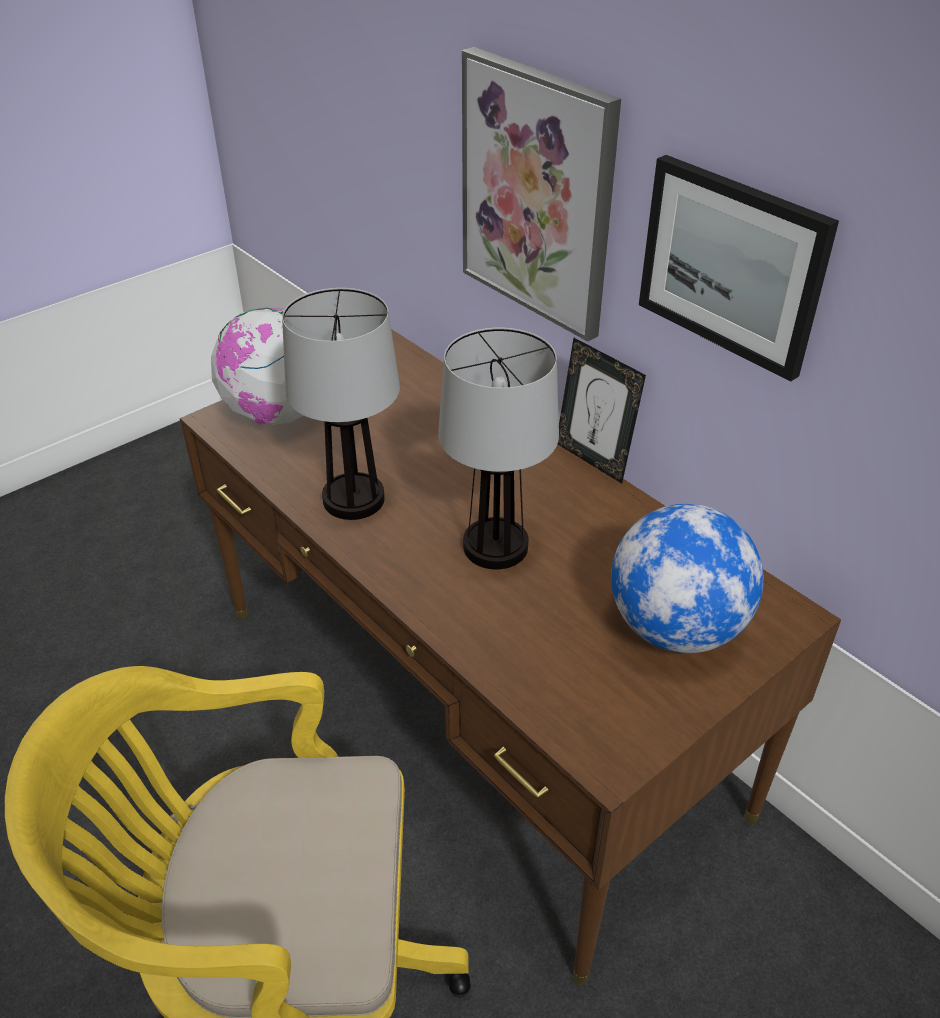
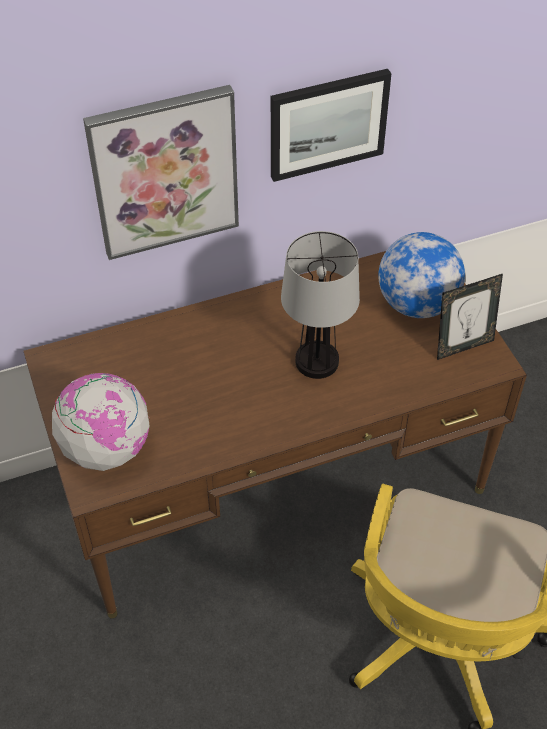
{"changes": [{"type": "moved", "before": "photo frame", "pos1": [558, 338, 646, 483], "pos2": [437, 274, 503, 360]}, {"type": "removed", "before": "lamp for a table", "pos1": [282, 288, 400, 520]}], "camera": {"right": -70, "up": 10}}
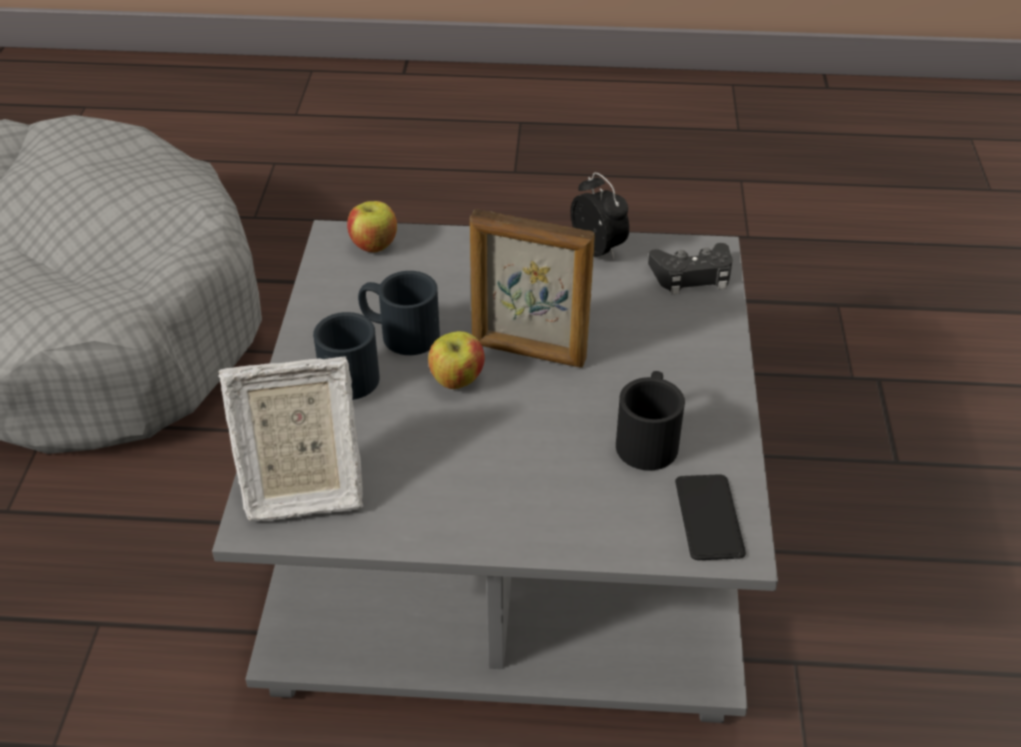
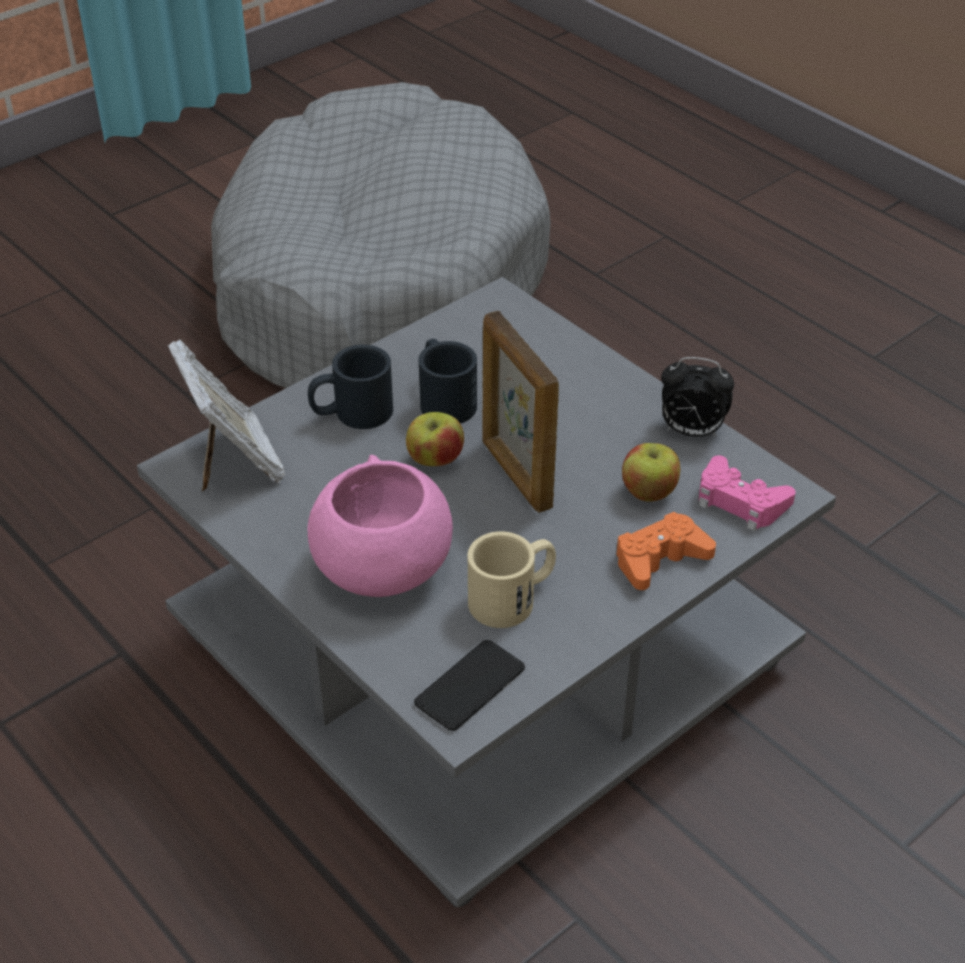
{"changes": [{"type": "turned", "before": "photo frame", "pos1": [218, 356, 363, 521], "pos2": [167, 339, 285, 492], "turn": -150}, {"type": "added", "after": "pinkish bowl", "pos2": [307, 455, 453, 597]}, {"type": "recoloured", "before": "black tea mug", "after": "beige tea mug", "pos1": [616, 371, 685, 471], "pos2": [467, 531, 556, 628]}, {"type": "added", "after": "orange-coloured joypad", "pos2": [616, 512, 716, 590]}, {"type": "moved", "before": "apple fruit", "pos1": [347, 201, 397, 252], "pos2": [622, 443, 680, 501]}, {"type": "turned", "before": "table clock", "pos1": [571, 172, 629, 260], "pos2": [661, 357, 734, 437], "turn": 90}, {"type": "recoloured", "before": "black joypad", "after": "pinkish joypad", "pos1": [648, 243, 733, 294], "pos2": [698, 455, 796, 531]}], "camera": {"right": 45, "up": 0}}
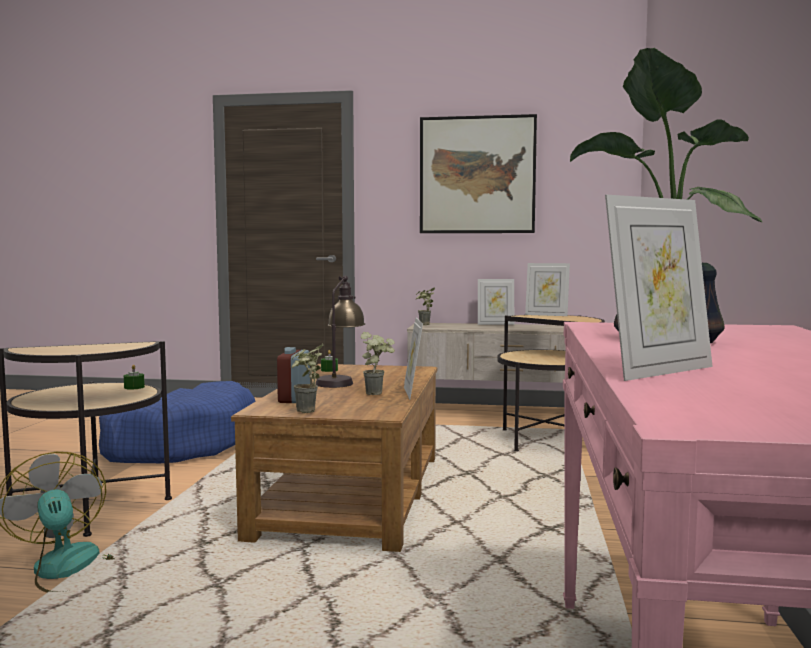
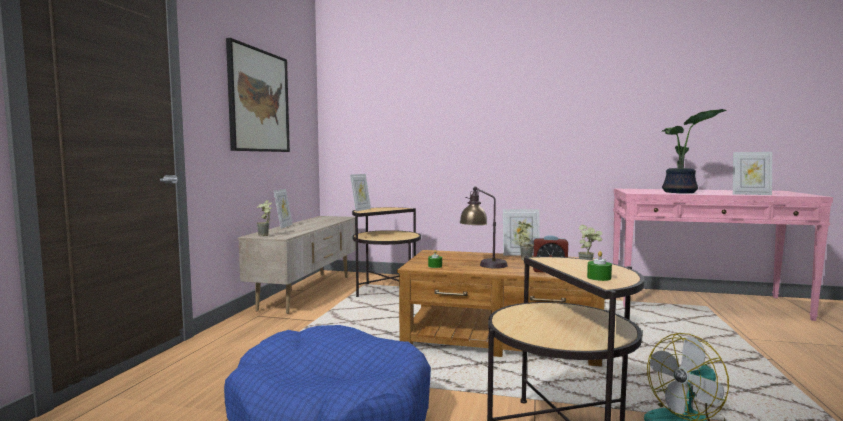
{"changes": [{"type": "moved", "before": "green-coloured wax light", "pos1": [124, 365, 145, 390], "pos2": [587, 251, 612, 281]}, {"type": "turned", "before": "photo frame", "pos1": [605, 195, 713, 381], "pos2": [733, 152, 772, 195], "turn": 135}], "camera": {"right": -85, "up": 0}}
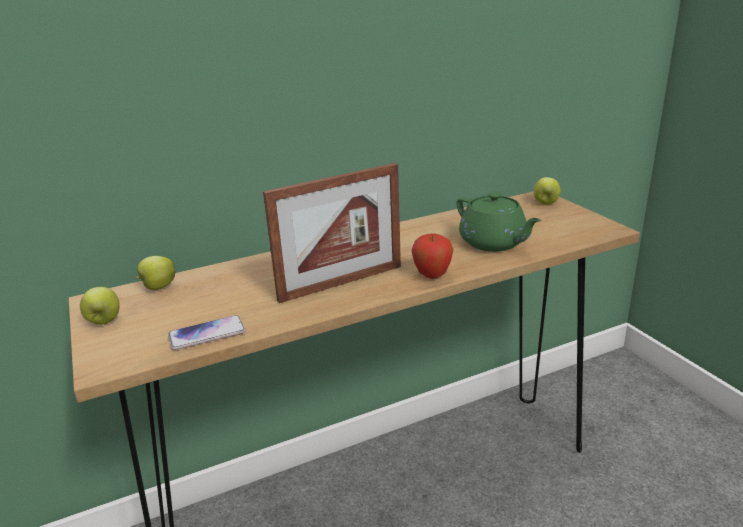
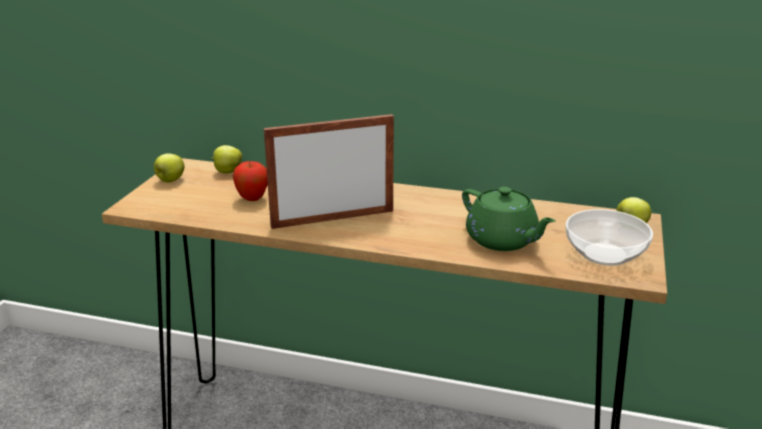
{"changes": [{"type": "moved", "before": "apple fruit", "pos1": [411, 233, 453, 279], "pos2": [233, 161, 268, 201]}, {"type": "turned", "before": "photo frame", "pos1": [263, 163, 401, 303], "pos2": [264, 114, 394, 229], "turn": 150}, {"type": "turned", "before": "green-coloured tea pot", "pos1": [456, 192, 542, 252], "pos2": [462, 187, 555, 251], "turn": -45}, {"type": "added", "after": "bowl", "pos2": [565, 209, 653, 266]}, {"type": "removed", "before": "handset", "pos1": [168, 315, 246, 350]}], "camera": {"right": 40, "up": 0}}
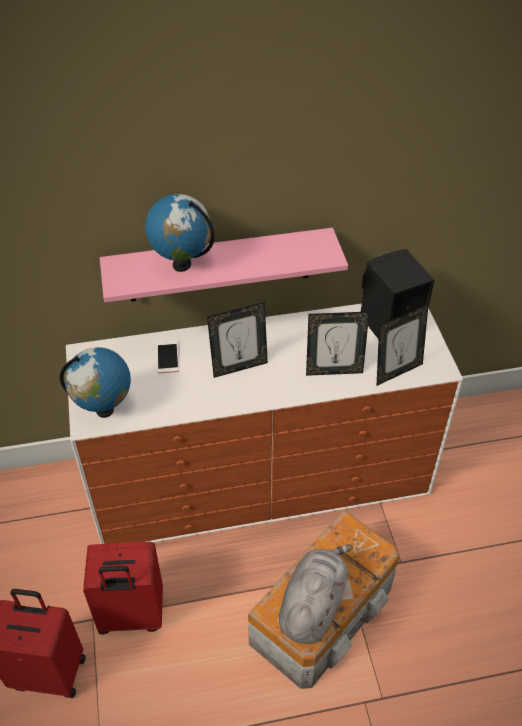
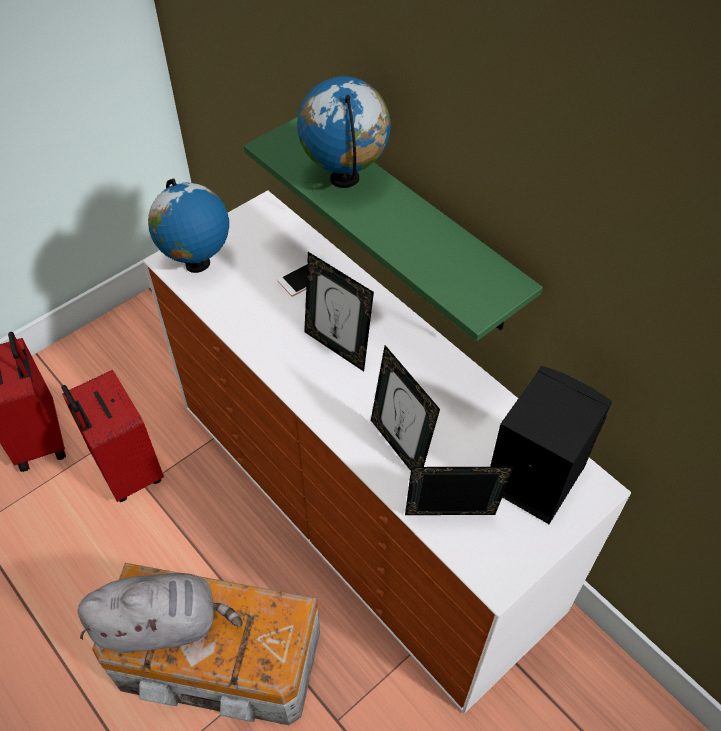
{"changes": [{"type": "recoloured", "before": "pinkish wall shelf", "after": "green-coloured wall shelf", "pos1": [100, 228, 348, 302], "pos2": [244, 117, 543, 341]}, {"type": "turned", "before": "photo frame", "pos1": [376, 304, 429, 386], "pos2": [405, 467, 514, 515], "turn": 150}], "camera": {"right": 60, "up": 5}}
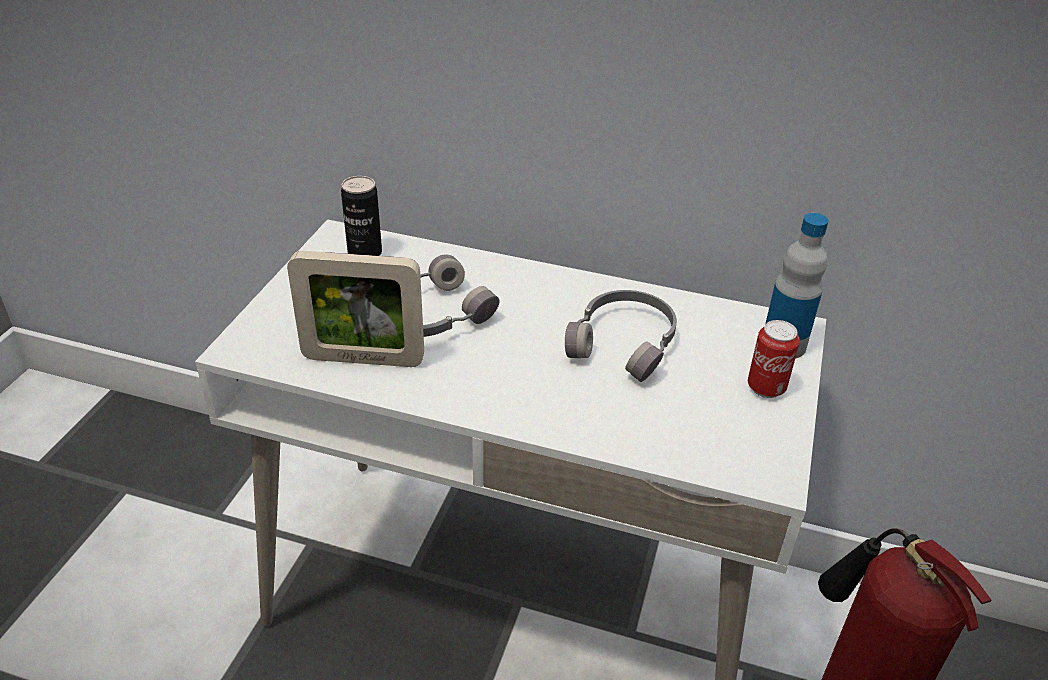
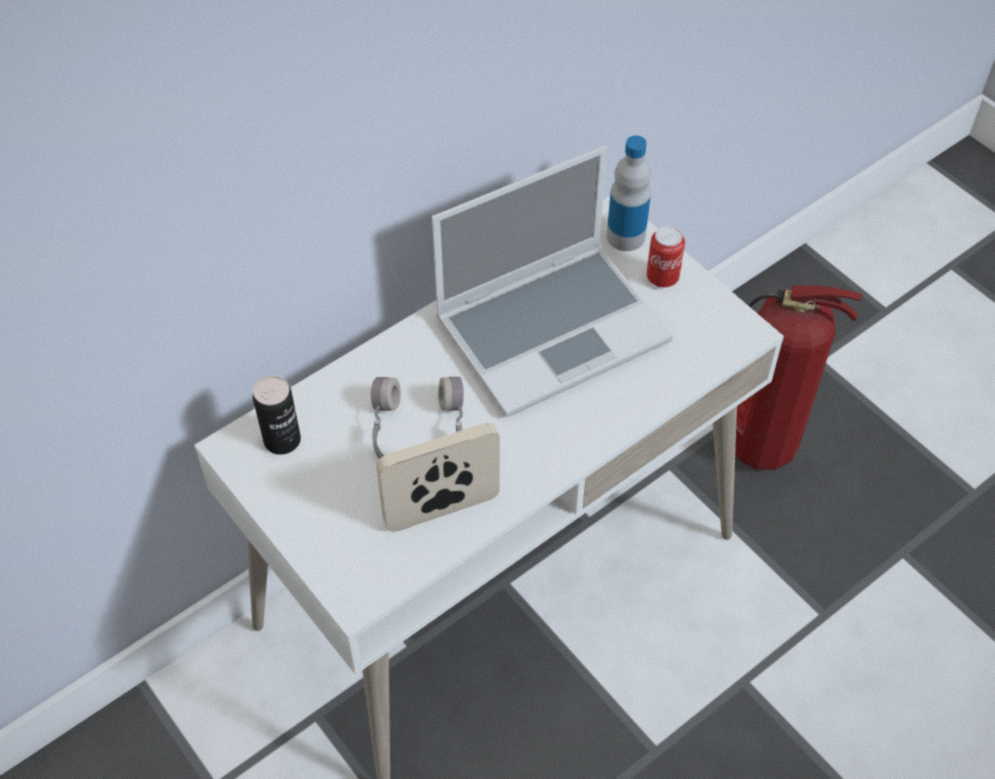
{"changes": [{"type": "turned", "before": "photo frame", "pos1": [287, 251, 424, 367], "pos2": [376, 423, 500, 532], "turn": -150}, {"type": "replaced", "before": "grey headset", "after": "portable computer", "pos1": [565, 290, 677, 382], "pos2": [432, 146, 673, 417]}], "camera": {"right": -55, "up": 15}}
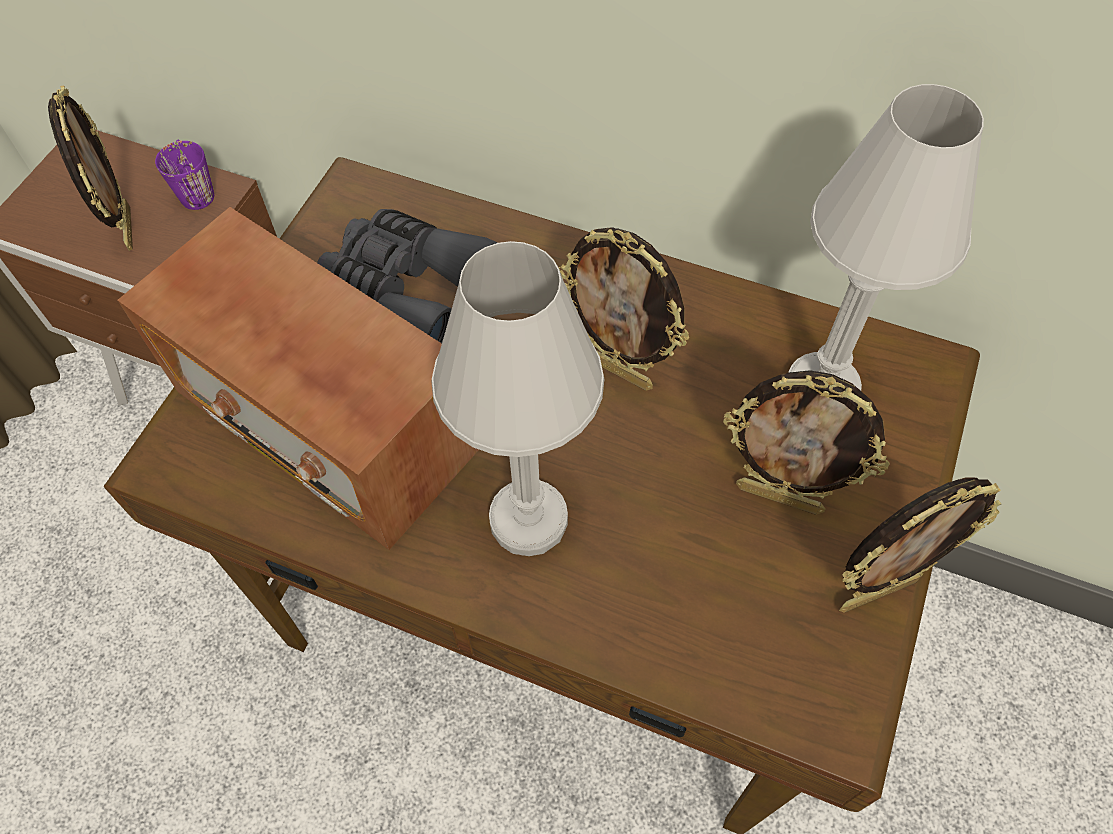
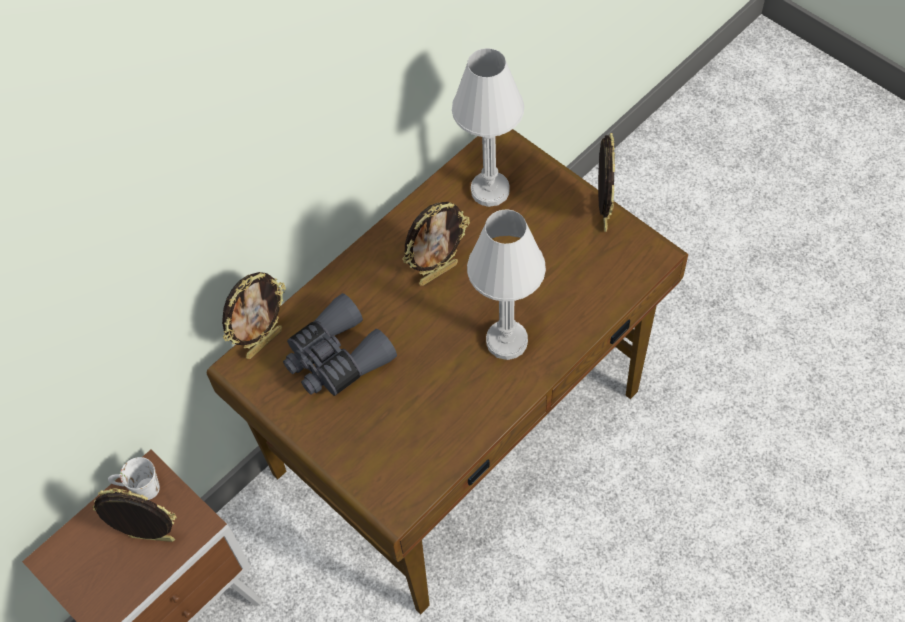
{"changes": [{"type": "recoloured", "before": "purple tea mug", "after": "whitish tea mug", "pos1": [155, 140, 214, 210], "pos2": [108, 457, 160, 500]}, {"type": "moved", "before": "photo frame", "pos1": [723, 370, 890, 515], "pos2": [222, 272, 286, 359]}, {"type": "removed", "before": "radio receiver", "pos1": [117, 207, 479, 550]}], "camera": {"right": -65, "up": 0}}
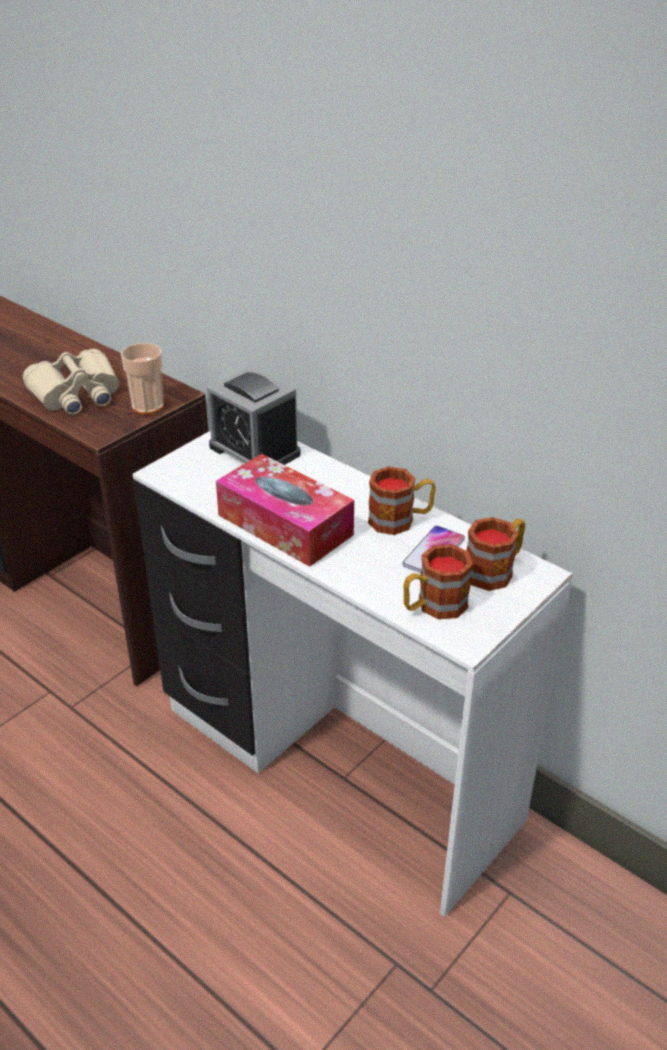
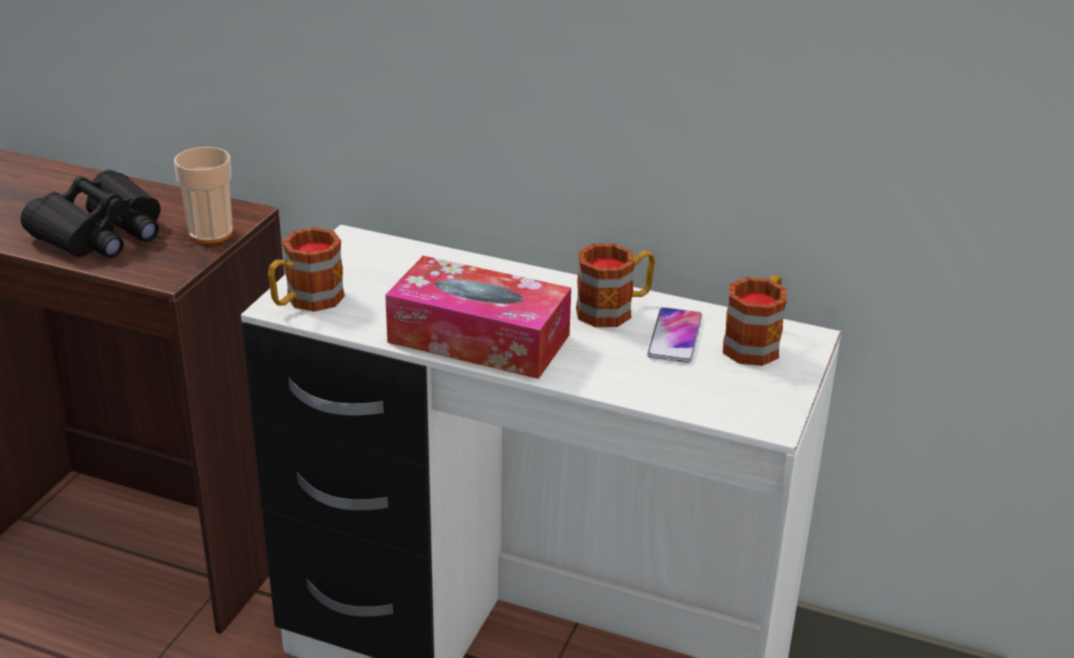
{"changes": [{"type": "recoloured", "before": "beige binoculars", "after": "black binoculars", "pos1": [23, 349, 119, 415], "pos2": [21, 170, 161, 258]}, {"type": "moved", "before": "tea mug", "pos1": [403, 544, 473, 619], "pos2": [268, 227, 345, 312]}, {"type": "removed", "before": "table clock", "pos1": [207, 367, 300, 465]}], "camera": {"right": -20, "up": -5}}
